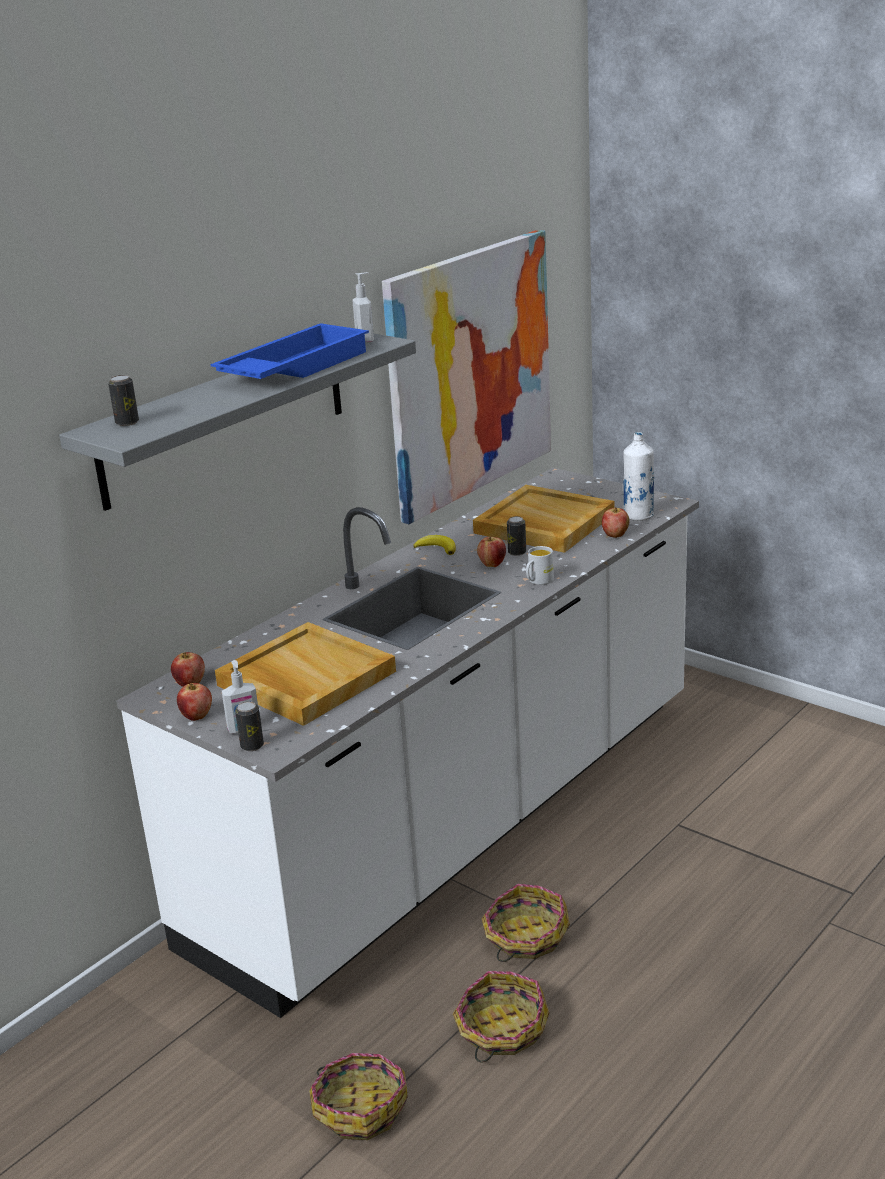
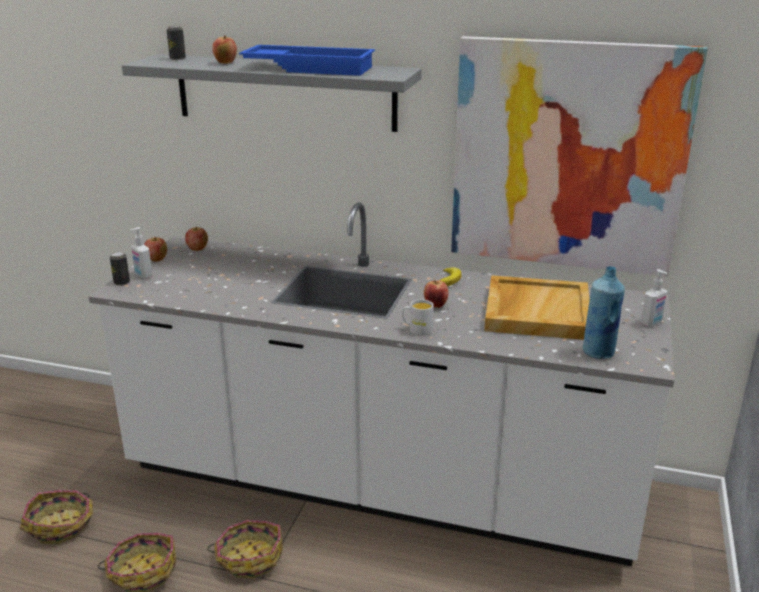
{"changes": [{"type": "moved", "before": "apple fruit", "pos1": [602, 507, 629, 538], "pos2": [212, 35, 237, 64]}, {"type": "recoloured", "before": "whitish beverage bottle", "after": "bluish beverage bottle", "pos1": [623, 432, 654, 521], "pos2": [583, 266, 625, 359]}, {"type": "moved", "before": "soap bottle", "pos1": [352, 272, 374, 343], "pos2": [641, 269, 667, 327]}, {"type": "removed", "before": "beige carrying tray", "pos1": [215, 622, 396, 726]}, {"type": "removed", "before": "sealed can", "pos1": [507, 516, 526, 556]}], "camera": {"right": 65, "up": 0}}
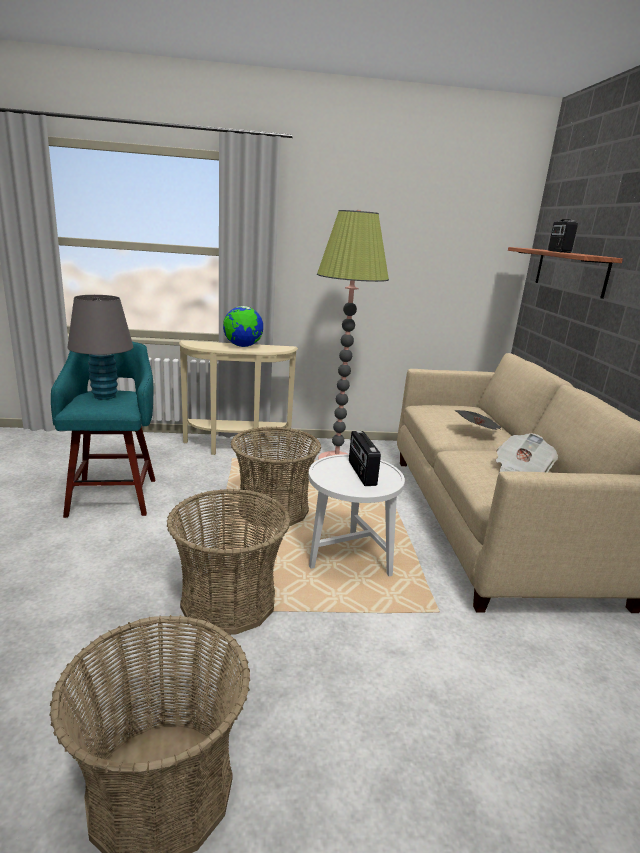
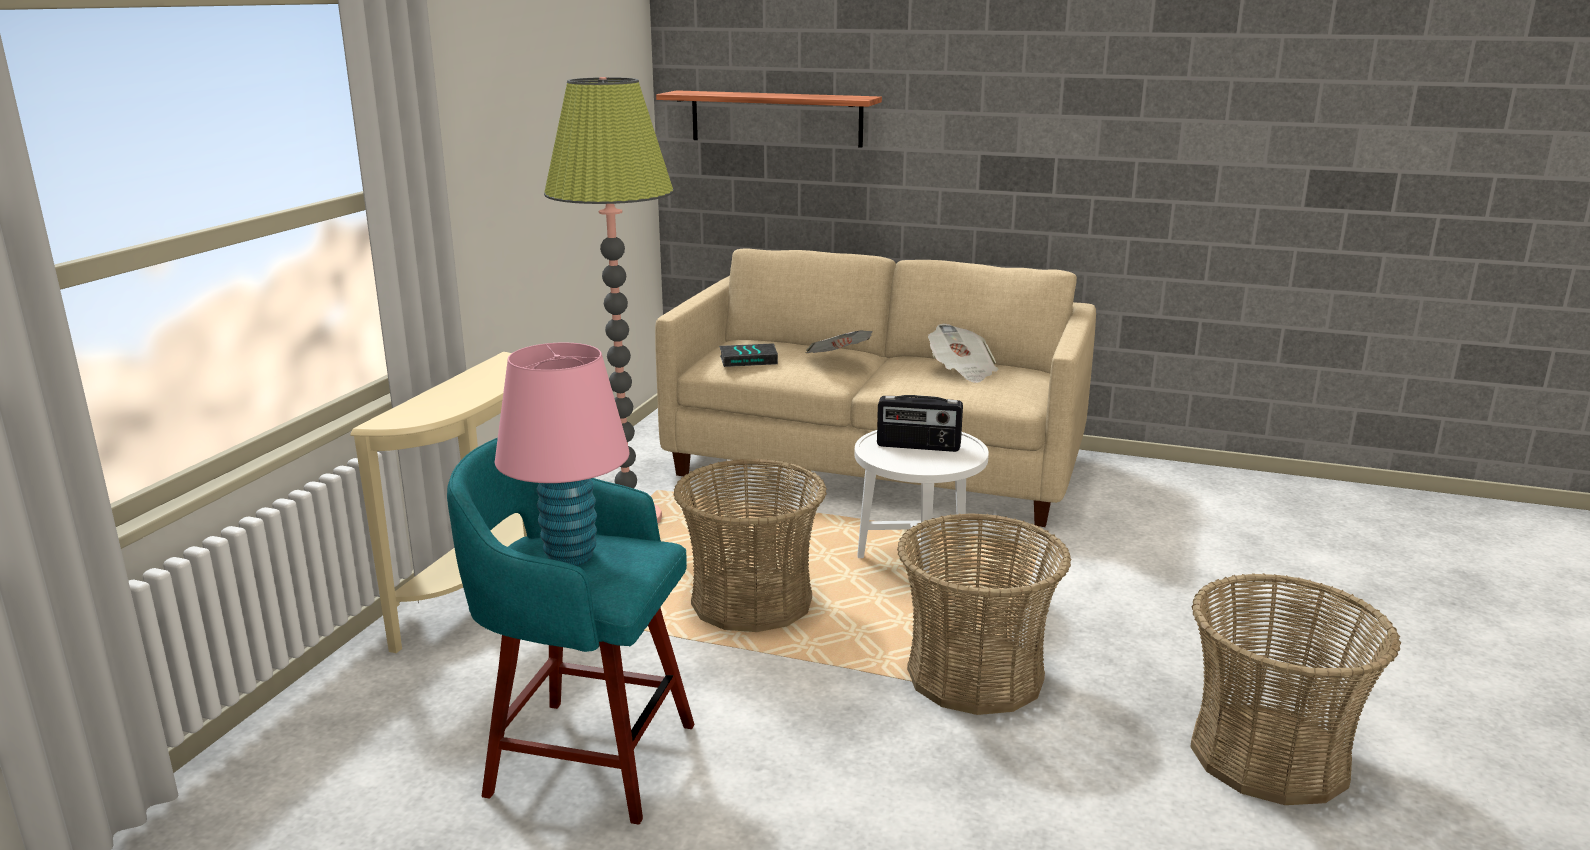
{"changes": [{"type": "recoloured", "before": "grey lamp for a table", "after": "pinkish lamp for a table", "pos1": [67, 295, 133, 400], "pos2": [495, 343, 630, 566]}, {"type": "added", "after": "book", "pos2": [719, 343, 778, 367]}, {"type": "removed", "before": "globe", "pos1": [223, 306, 263, 347]}, {"type": "removed", "before": "radio receiver", "pos1": [548, 219, 578, 253]}], "camera": {"right": -65, "up": 0}}
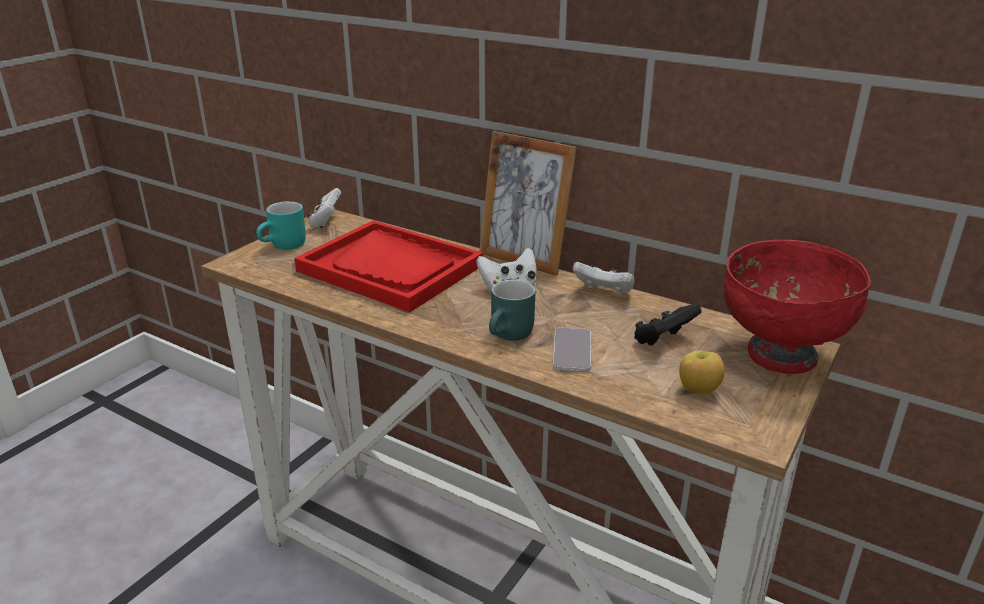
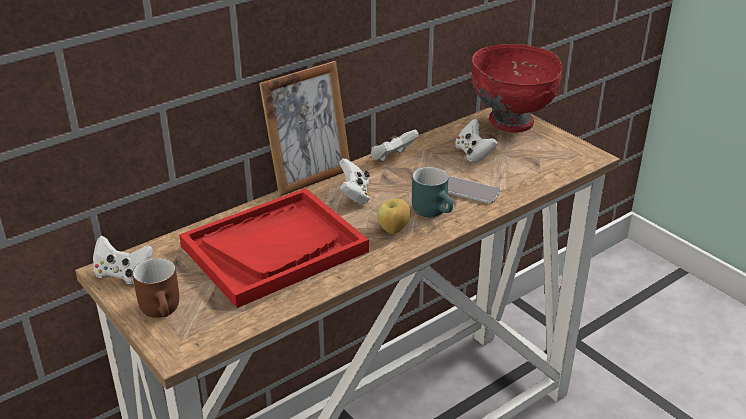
{"changes": [{"type": "recoloured", "before": "turquoise tea mug", "after": "brownish tea mug", "pos1": [256, 201, 306, 250], "pos2": [132, 258, 179, 318]}, {"type": "moved", "before": "apple fruit", "pos1": [679, 351, 725, 395], "pos2": [377, 199, 411, 234]}, {"type": "recoloured", "before": "black joypad", "after": "whitish joypad", "pos1": [634, 304, 702, 346], "pos2": [455, 119, 498, 163]}], "camera": {"right": -70, "up": 5}}
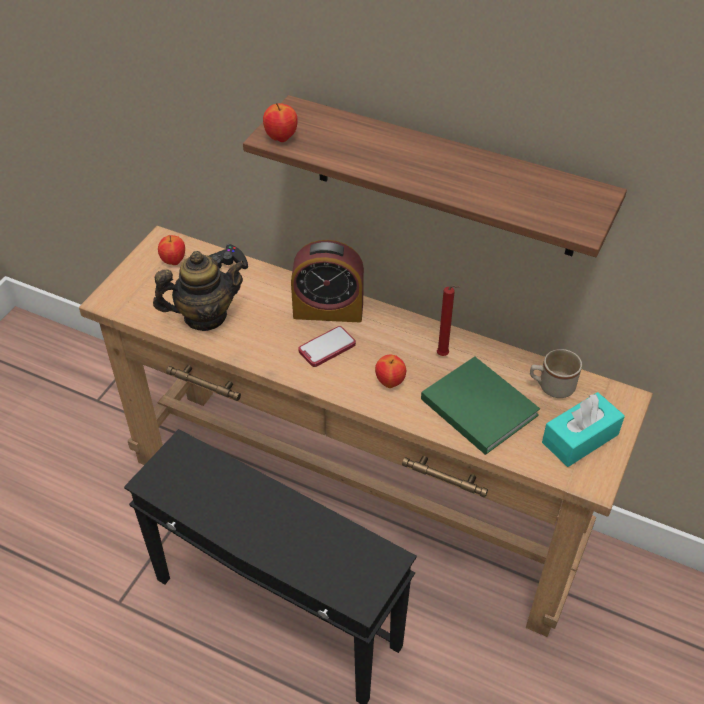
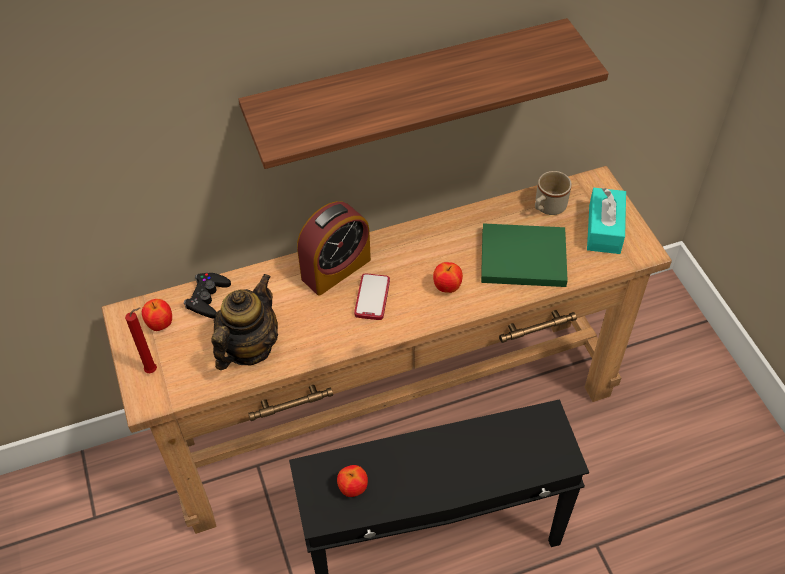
{"changes": [{"type": "moved", "before": "red-coloured wax light", "pos1": [437, 285, 460, 356], "pos2": [125, 307, 157, 373]}, {"type": "moved", "before": "apple fruit", "pos1": [263, 103, 298, 142], "pos2": [337, 465, 368, 497]}], "camera": {"right": -45, "up": 5}}
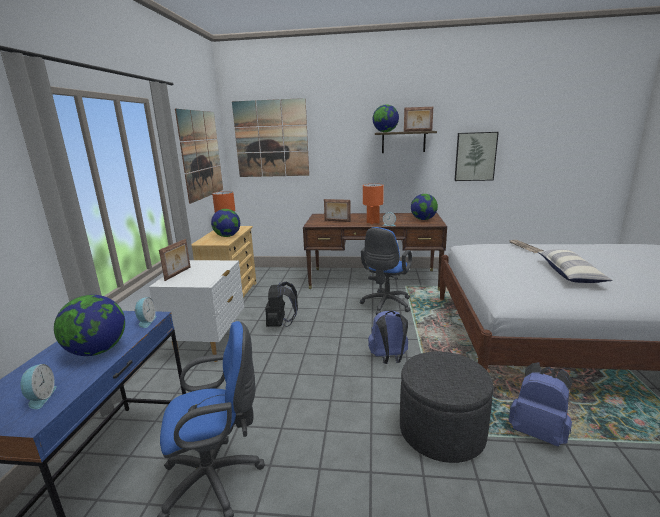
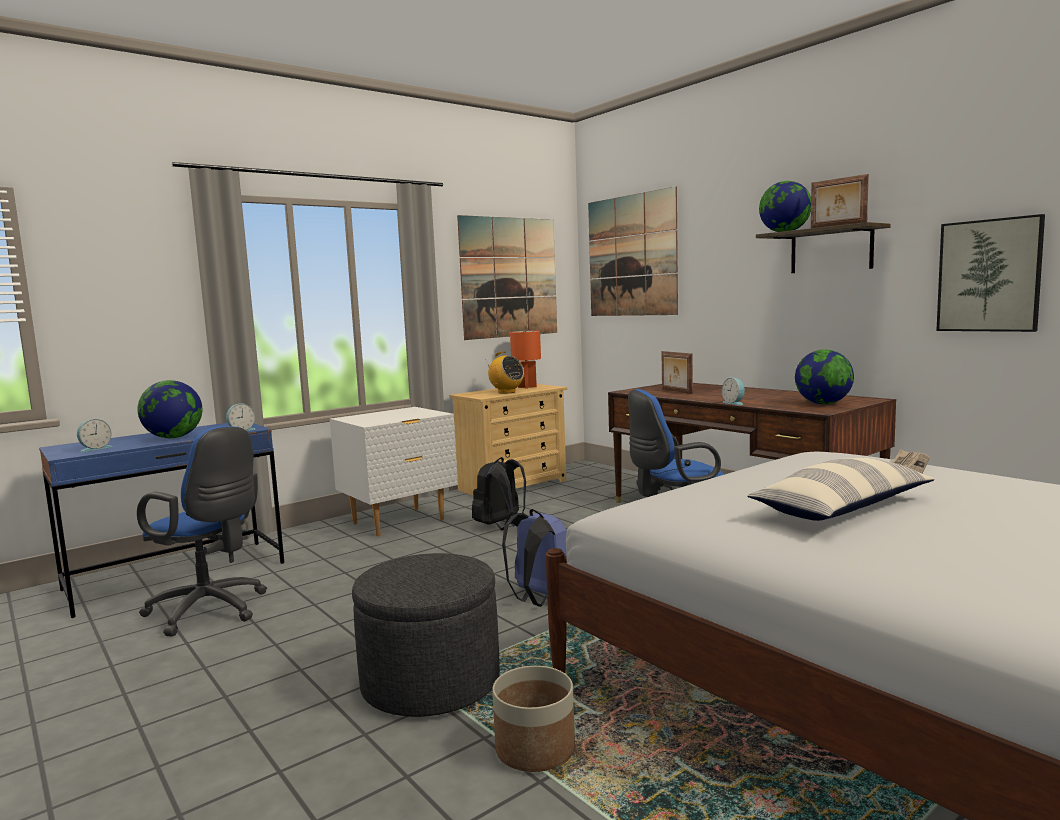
{"changes": [{"type": "replaced", "before": "globe", "after": "radio receiver", "pos1": [211, 209, 240, 237], "pos2": [485, 351, 524, 394]}, {"type": "replaced", "before": "bluish rucksack", "after": "plant pot", "pos1": [509, 362, 573, 446], "pos2": [492, 666, 575, 772]}, {"type": "removed", "before": "photo frame", "pos1": [159, 239, 190, 281]}, {"type": "removed", "before": "orange-coloured lamp for a table", "pos1": [363, 184, 384, 224]}], "camera": {"right": 45, "up": -10}}
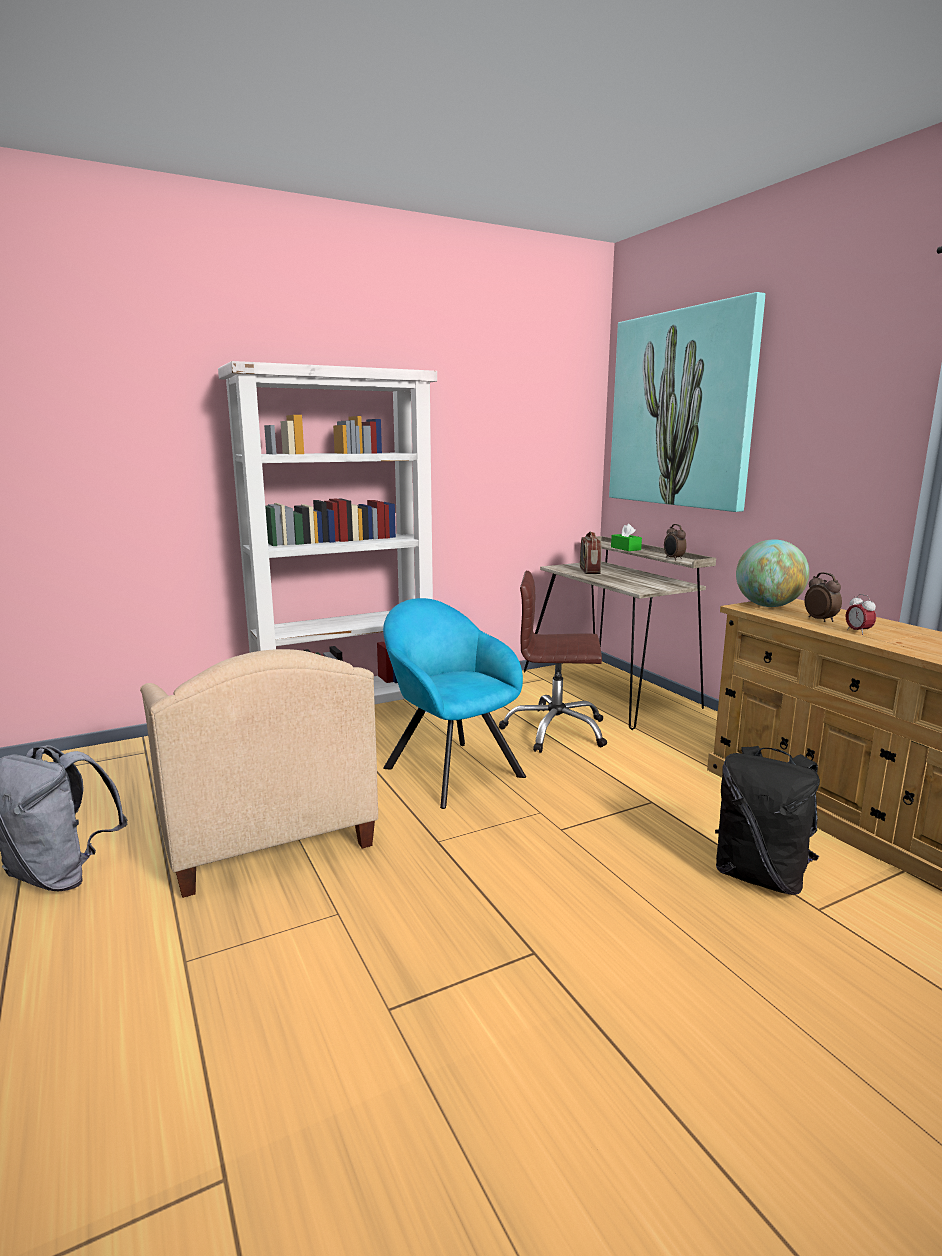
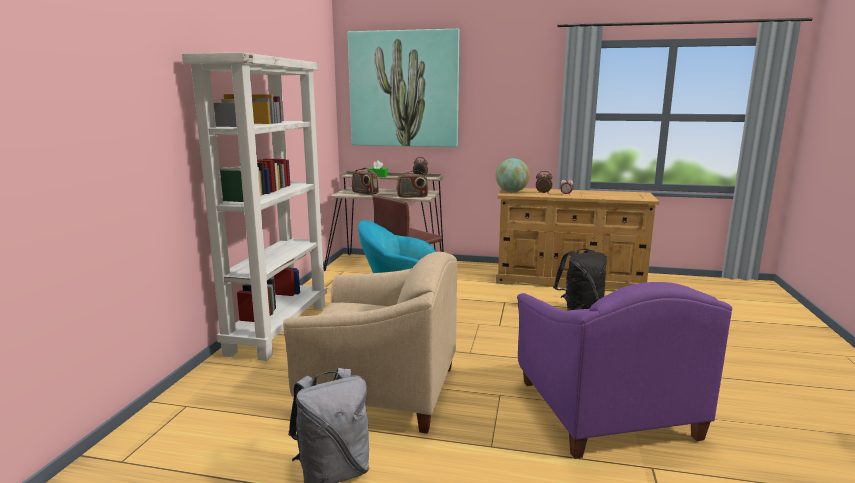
{"changes": [{"type": "added", "after": "radio receiver", "pos2": [396, 170, 428, 198]}, {"type": "added", "after": "purple lounge chair", "pos2": [517, 282, 732, 459]}], "camera": {"right": -50, "up": 0}}
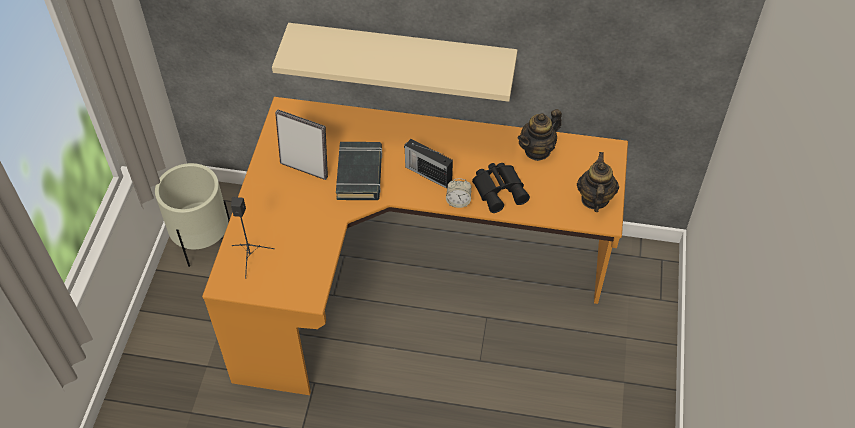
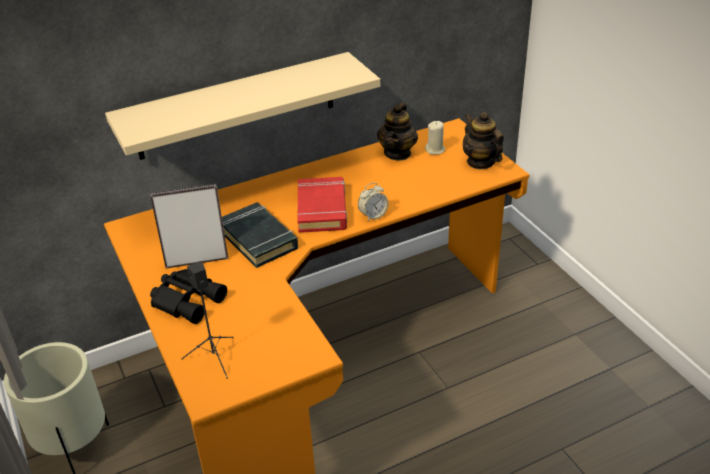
{"changes": [{"type": "moved", "before": "black binoculars", "pos1": [472, 163, 530, 213], "pos2": [150, 269, 227, 324]}, {"type": "replaced", "before": "radio receiver", "after": "red-coloured book", "pos1": [404, 139, 453, 189], "pos2": [298, 177, 347, 233]}, {"type": "added", "after": "beige wax light", "pos2": [425, 121, 446, 155]}], "camera": {"right": -35, "up": -15}}
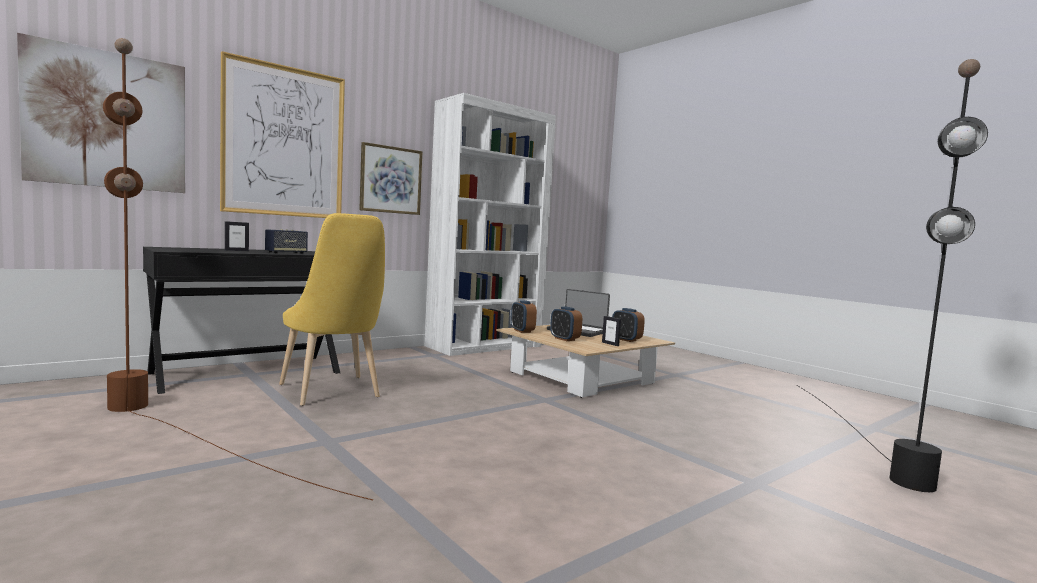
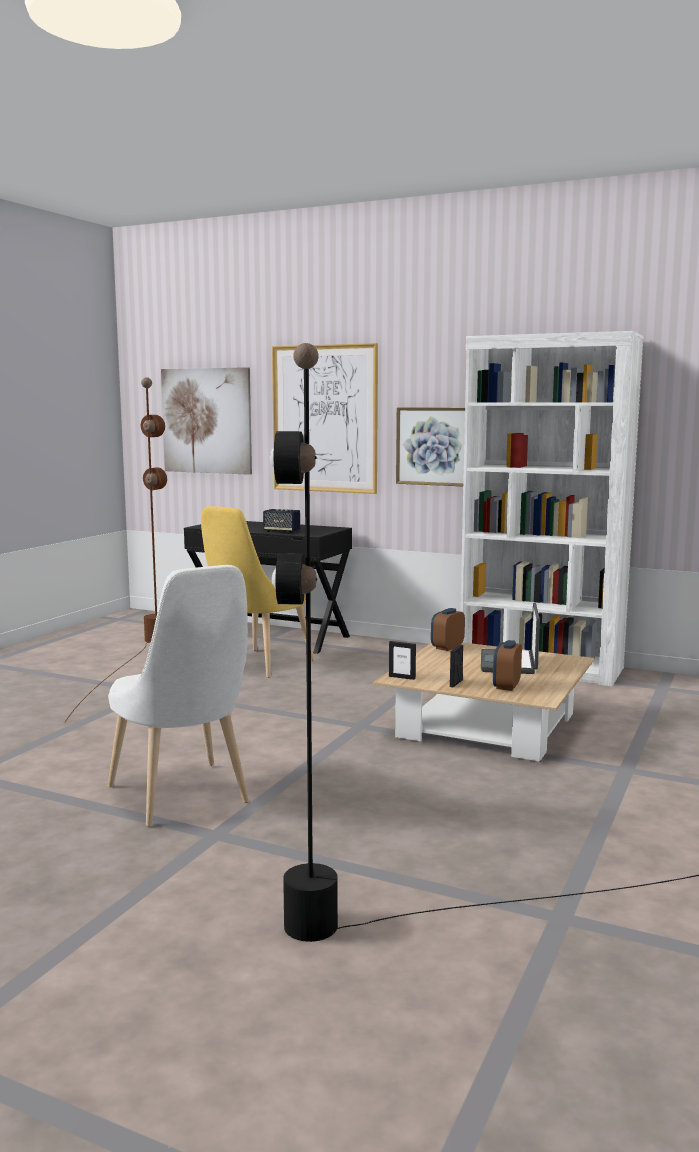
{"changes": [{"type": "added", "after": "whitish plain chair", "pos2": [108, 565, 249, 826]}, {"type": "moved", "before": "photo frame", "pos1": [225, 221, 249, 251], "pos2": [389, 641, 416, 680]}, {"type": "removed", "before": "table clock", "pos1": [550, 306, 582, 341]}], "camera": {"right": 65, "up": 5}}
